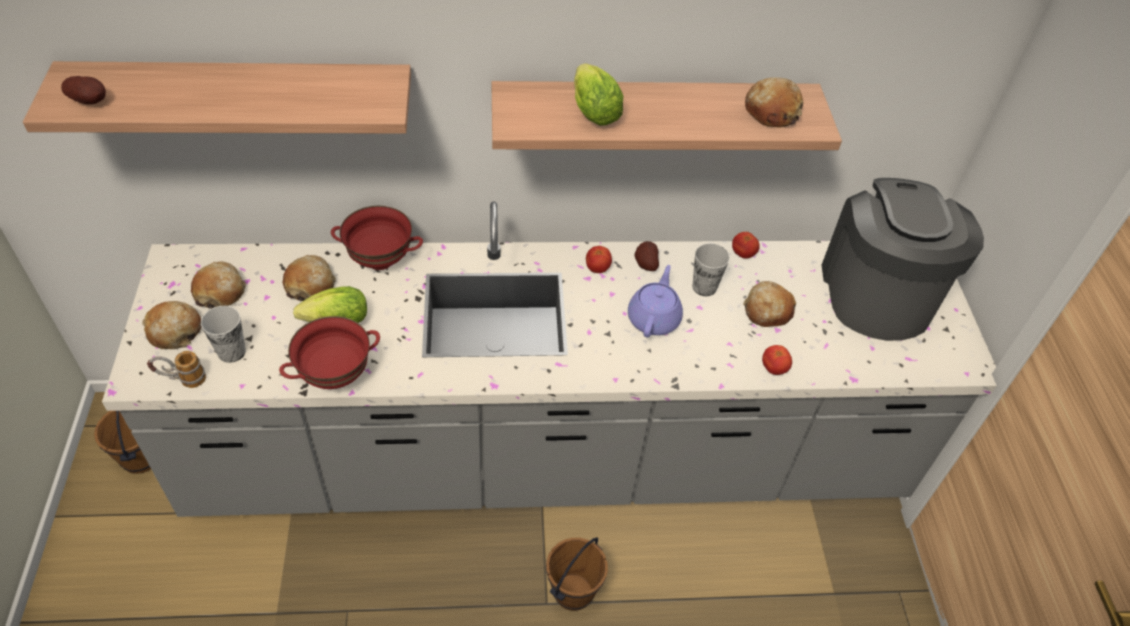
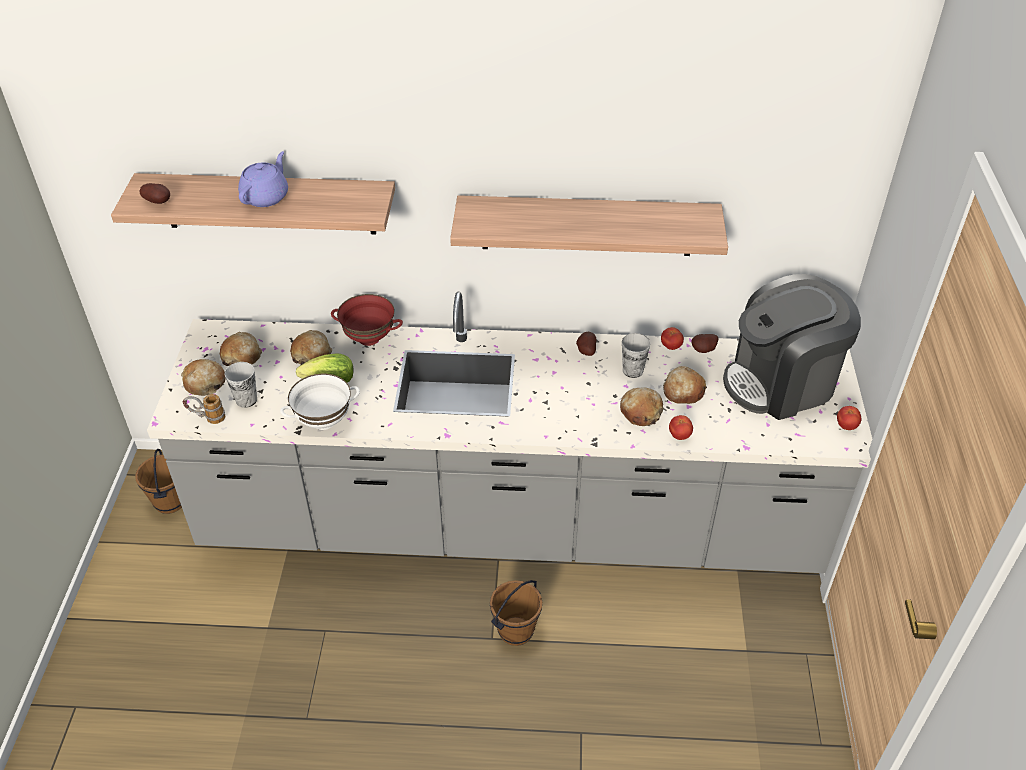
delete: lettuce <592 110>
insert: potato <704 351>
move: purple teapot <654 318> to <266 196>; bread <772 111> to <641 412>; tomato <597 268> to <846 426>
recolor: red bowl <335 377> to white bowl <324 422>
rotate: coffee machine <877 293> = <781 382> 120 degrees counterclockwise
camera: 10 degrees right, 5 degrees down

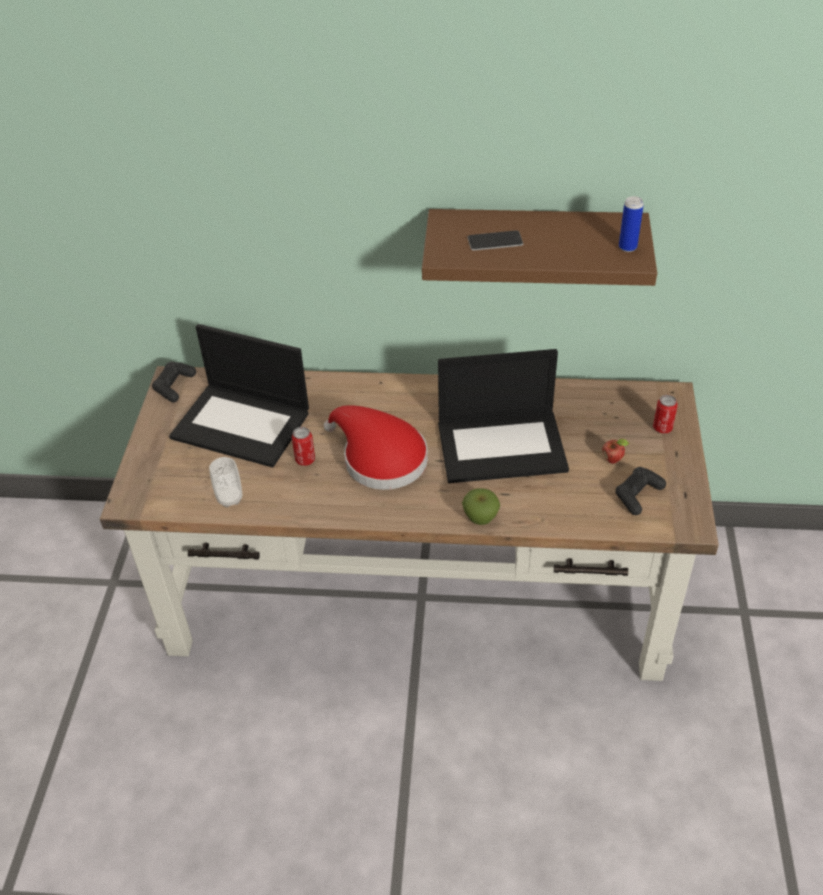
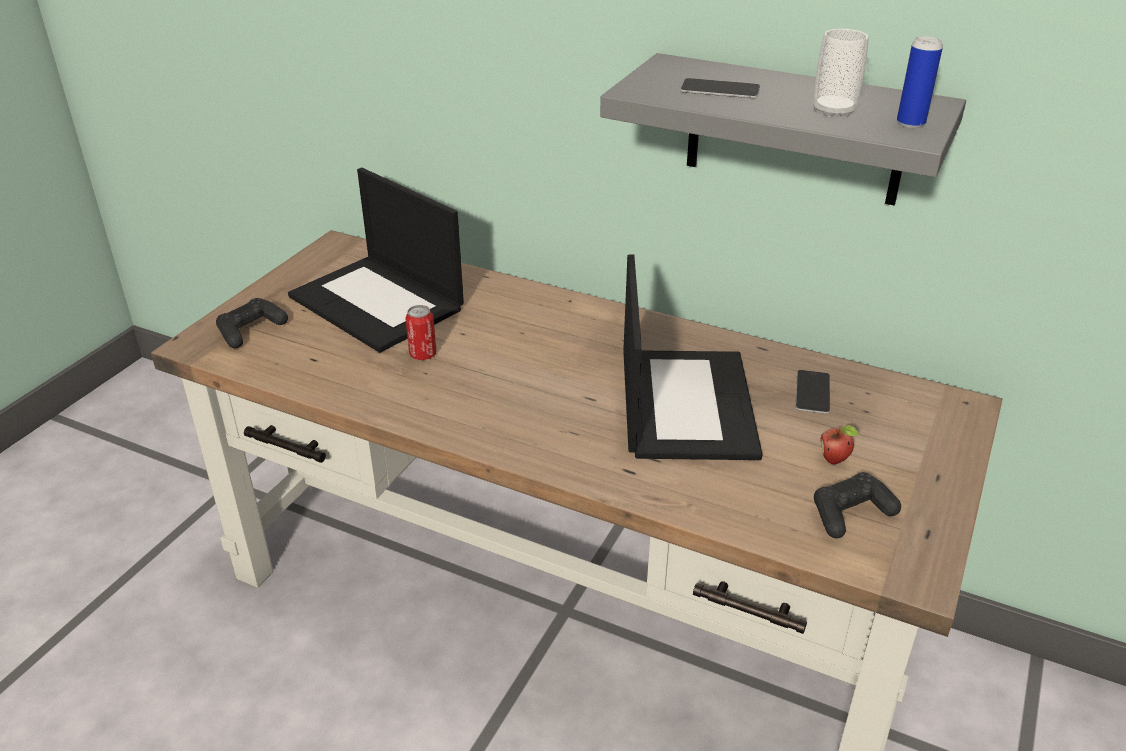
delete: red hat <379 458>; apple <480 518>; can <662 428>
insert: phone <812 392>
move: black game controller <174 386> to <251 330>; cup <230 498> to <833 111>
recolor: brown shelf <535 244> to grey shelf <795 130>
rotate: laptop <502 445> = <684 403> 105 degrees counterclockwise
camera: 20 degrees right, 10 degrees down

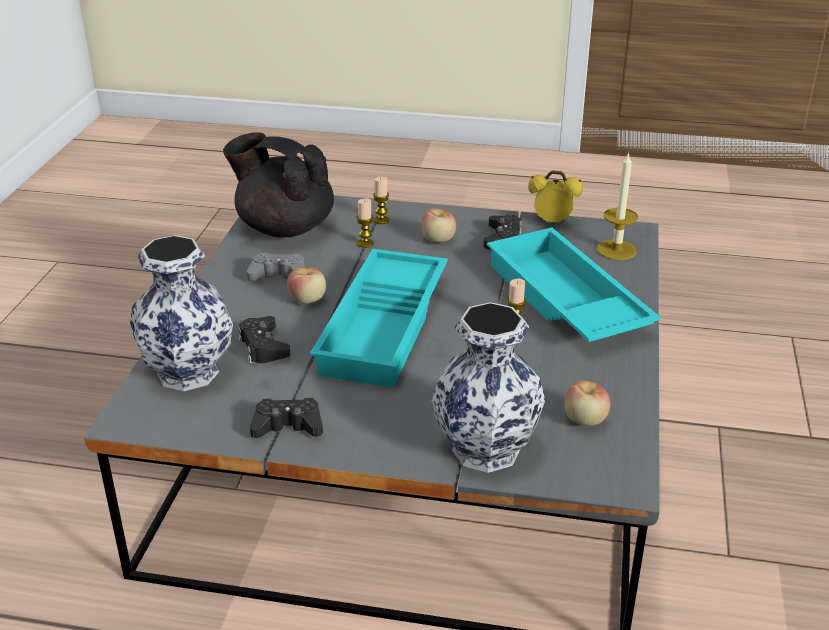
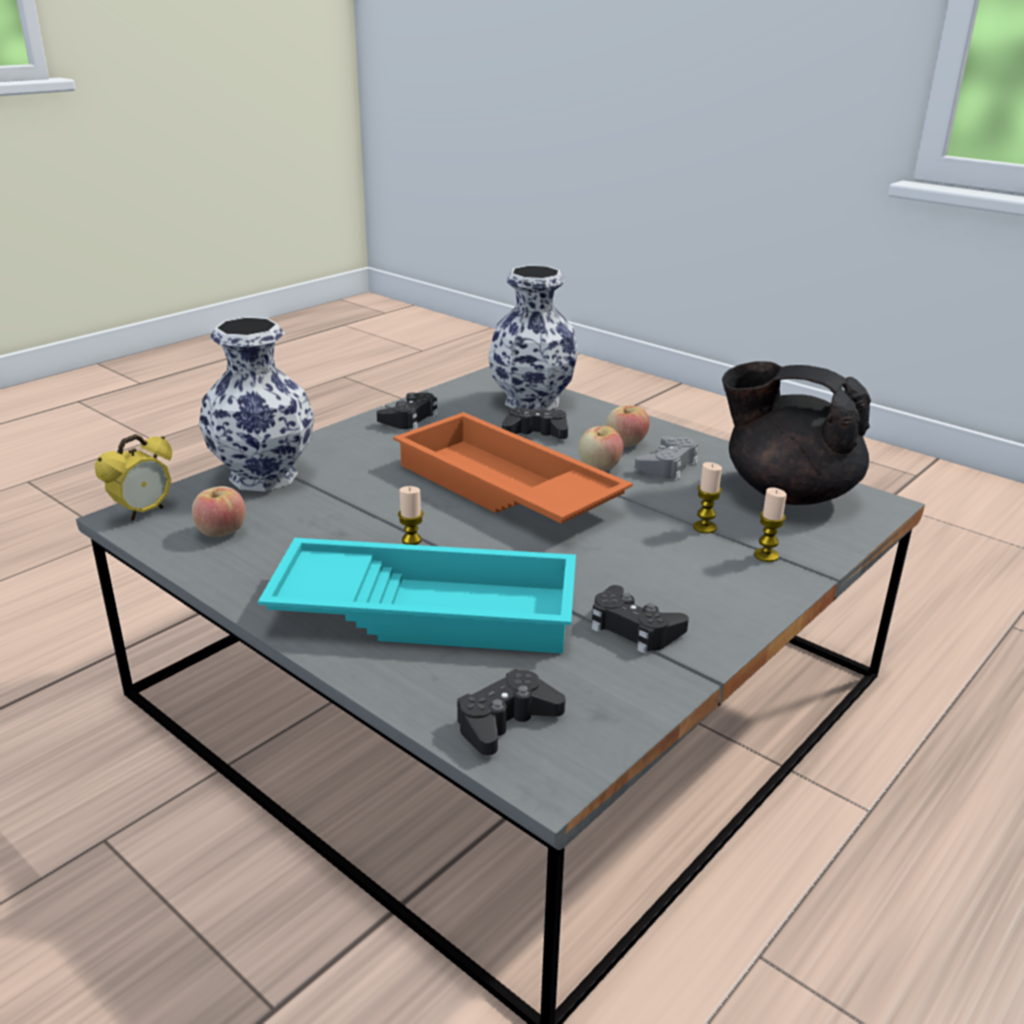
move: alarm clock <552 222> to <143 512>; apple <438 240> to <625 443>
replace: candle <616 250> to black game controller <506 722>
recolor: turquoise tray <386 327> to orange tray <502 489>
rotate: black teapot <284 227> = <787 492> 120 degrees counterclockwise
camera: 120 degrees right, 5 degrees down

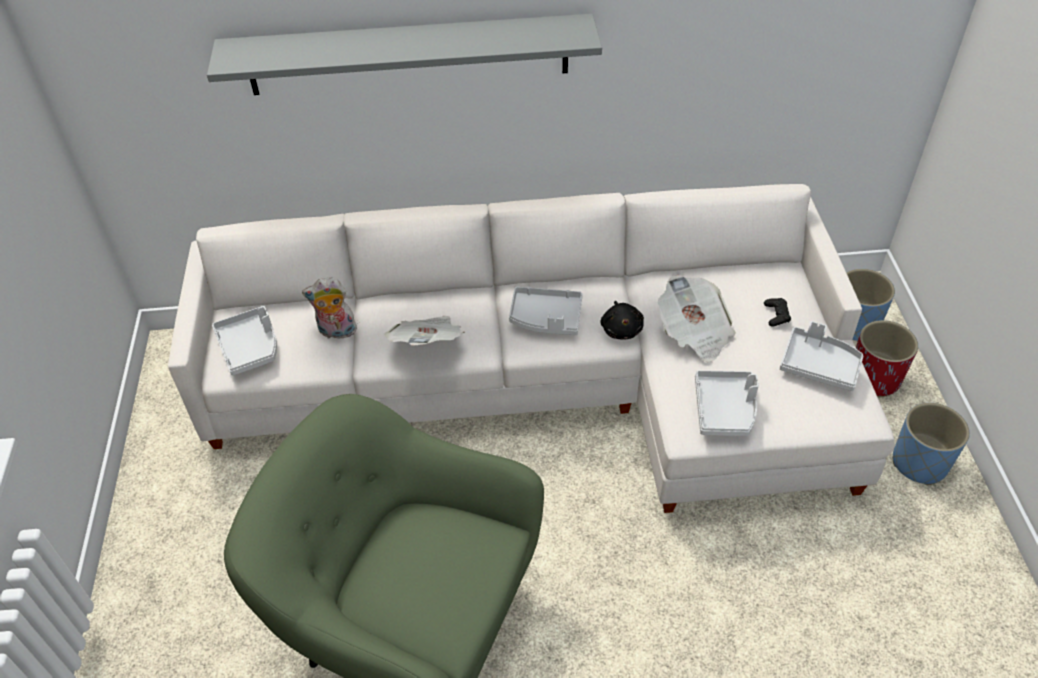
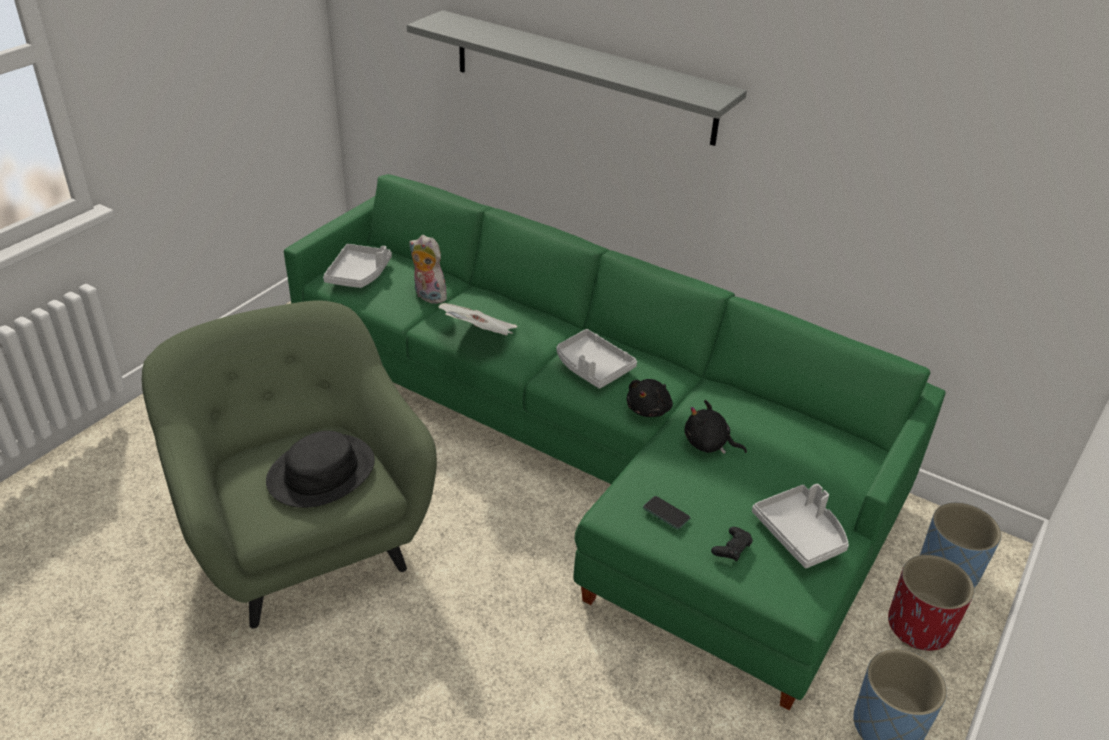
insert: black hat <321 472>
move: black game controller <776 315> to <732 548>
replace: grey tray <725 409> to phone <666 513>; newspaper <694 333> to black plush toy <708 444>
recolor: white sofa <554 380> to green sofa <600 451>
camera: 35 degrees right, 10 degrees down

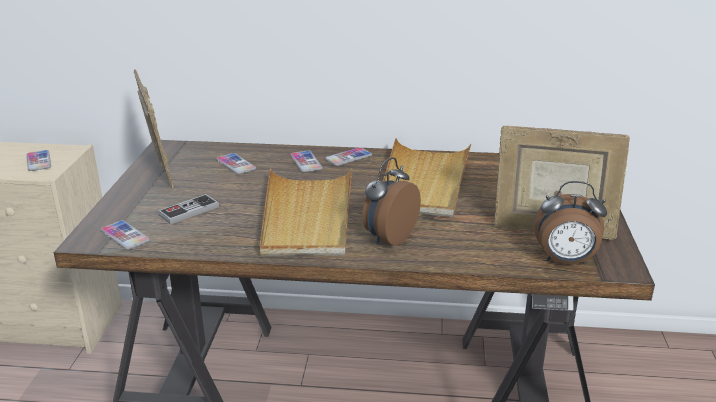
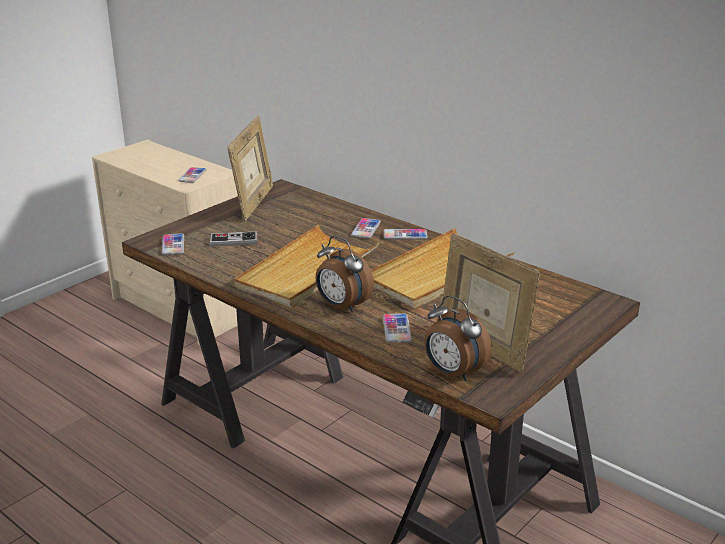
move: phone <236 164> to <396 329>
rotate: alarm clock <388 238> = <342 306> 120 degrees counterclockwise
camera: 35 degrees right, 0 degrees up

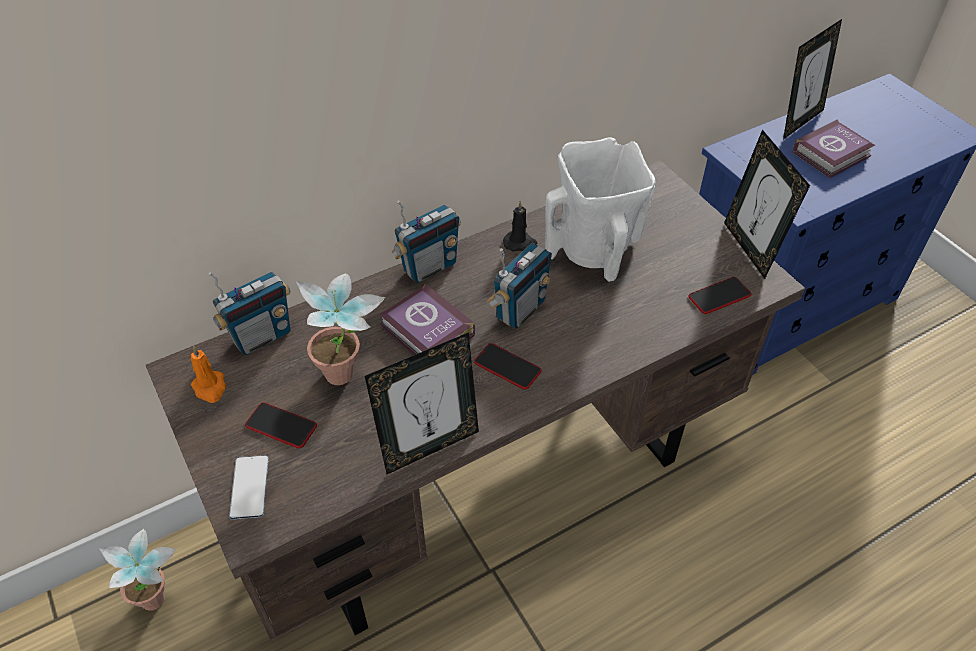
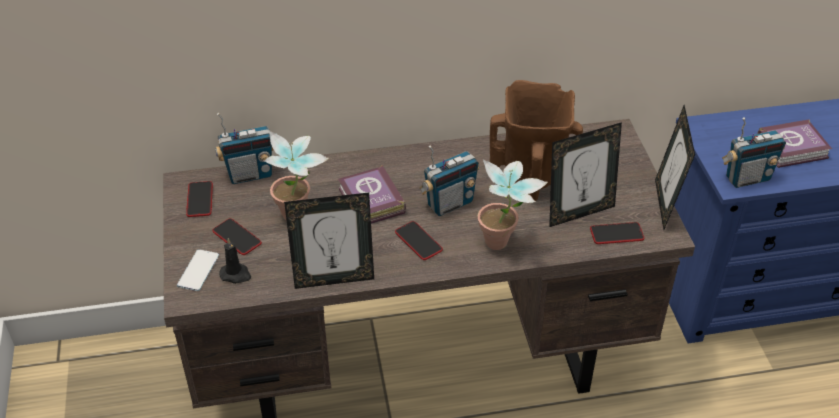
move: black candle <520 243> to <236 274>; potted plant <161 602> to <503 246>; picture frame <798 122> to <579 212>; radio <429 267> to <747 178>
replace: orange candle <210 388> to phone <200 200>
recolor: white vase <593 252> to brown vase <531 176>
camera: 20 degrees right, 5 degrees down

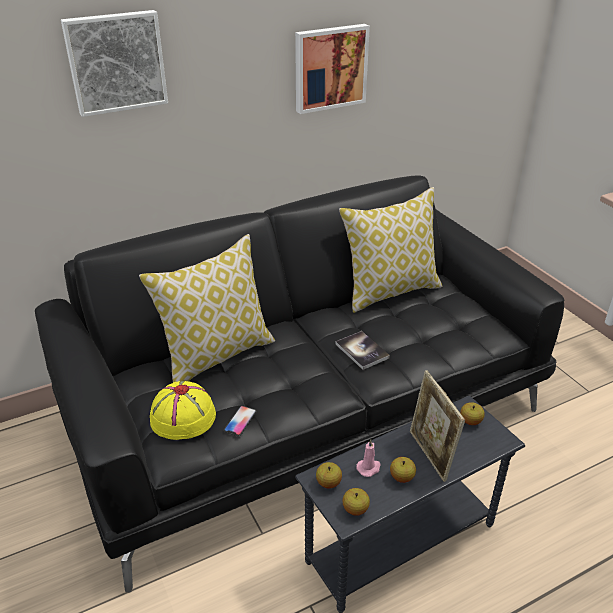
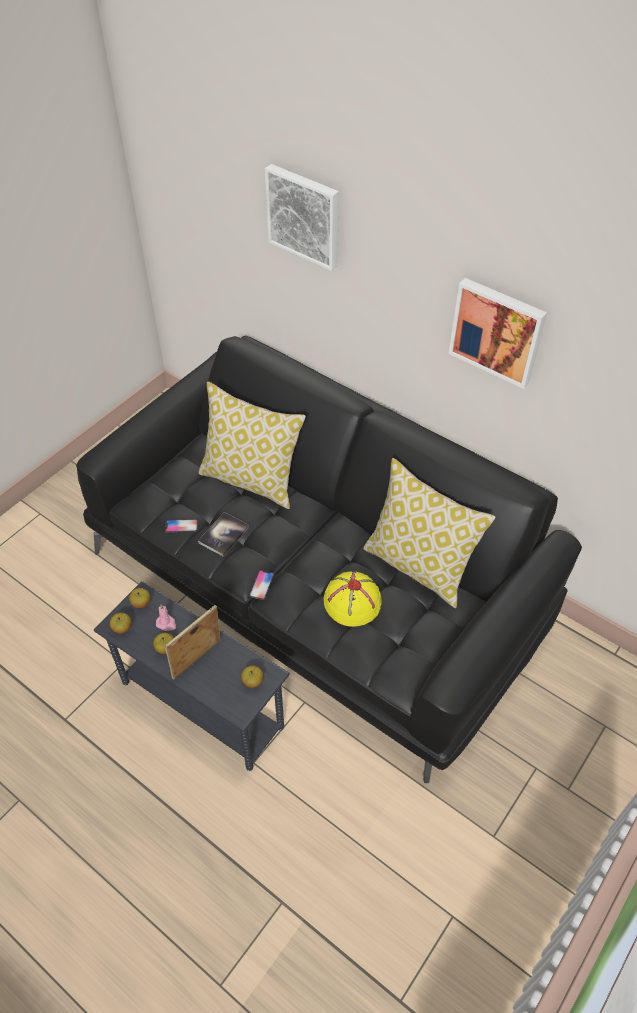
insert: phone <261 585>
move: book <362 351> to <223 535>; yellow hat <182 417> to <351 601>
camera: 65 degrees right, 15 degrees up

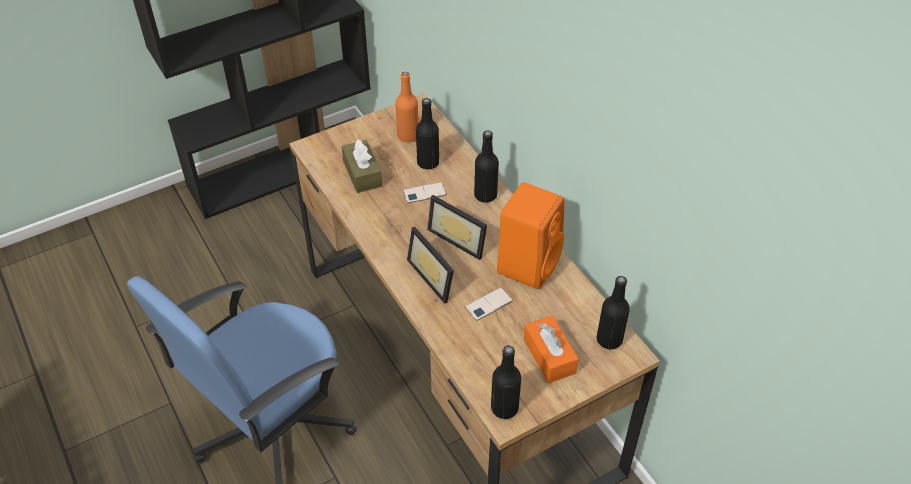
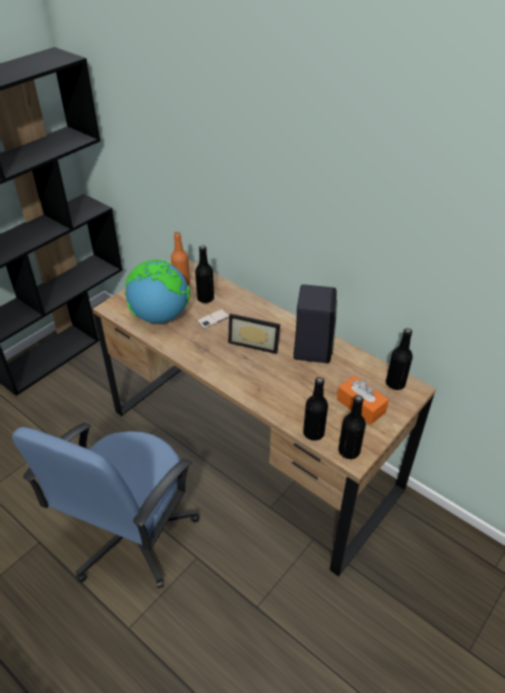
delete: picture frame <436 276>; phone <489 304>
move: black bottle <485 195> to <313 433>
replace: brown tissue box <362 174> to globe <160 316>
recolor: orange speaker <529 263> to black speaker <312 347>
camera: 20 degrees left, 5 degrees down

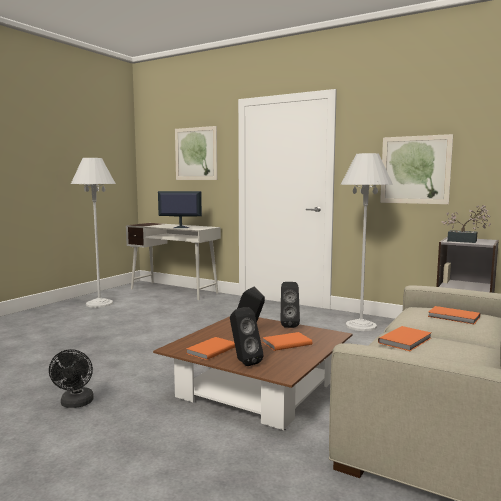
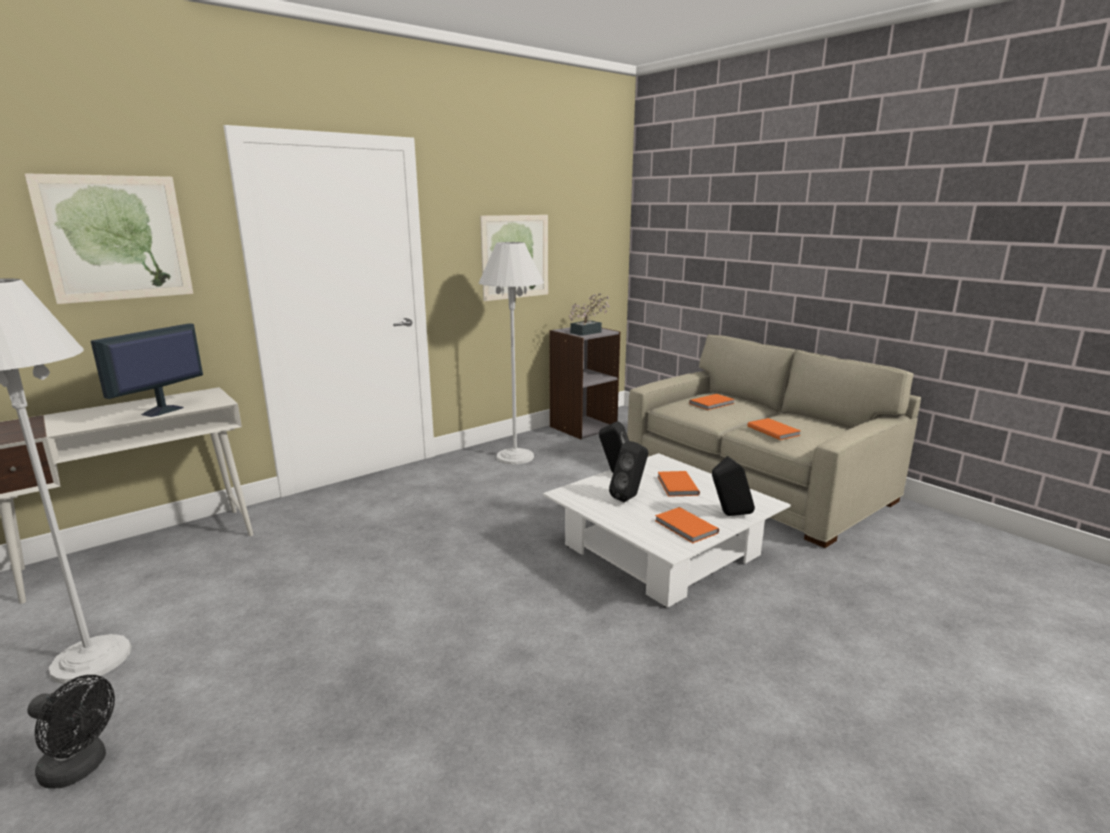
move: black fan <76 404> to <81 768>
recolor: brown coffee table <258 389> to white coffee table <662 550>
camera: 70 degrees left, 10 degrees up

